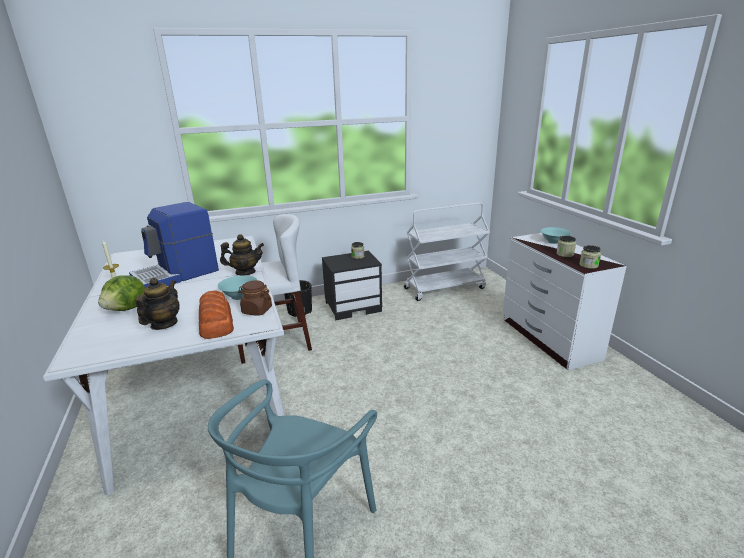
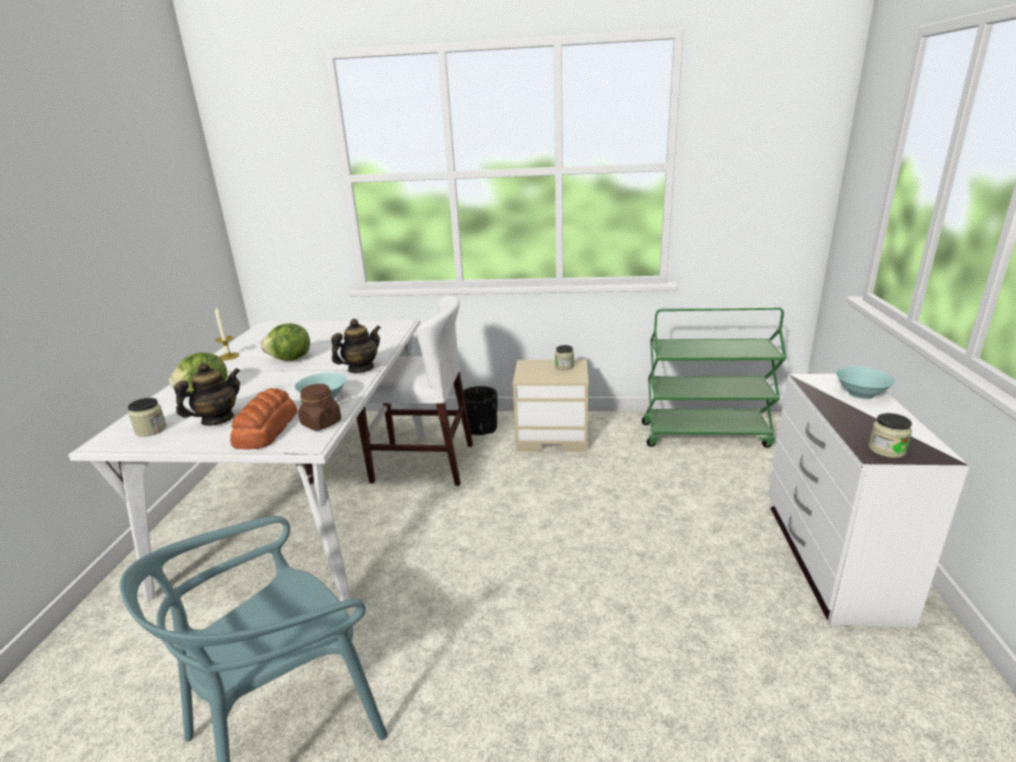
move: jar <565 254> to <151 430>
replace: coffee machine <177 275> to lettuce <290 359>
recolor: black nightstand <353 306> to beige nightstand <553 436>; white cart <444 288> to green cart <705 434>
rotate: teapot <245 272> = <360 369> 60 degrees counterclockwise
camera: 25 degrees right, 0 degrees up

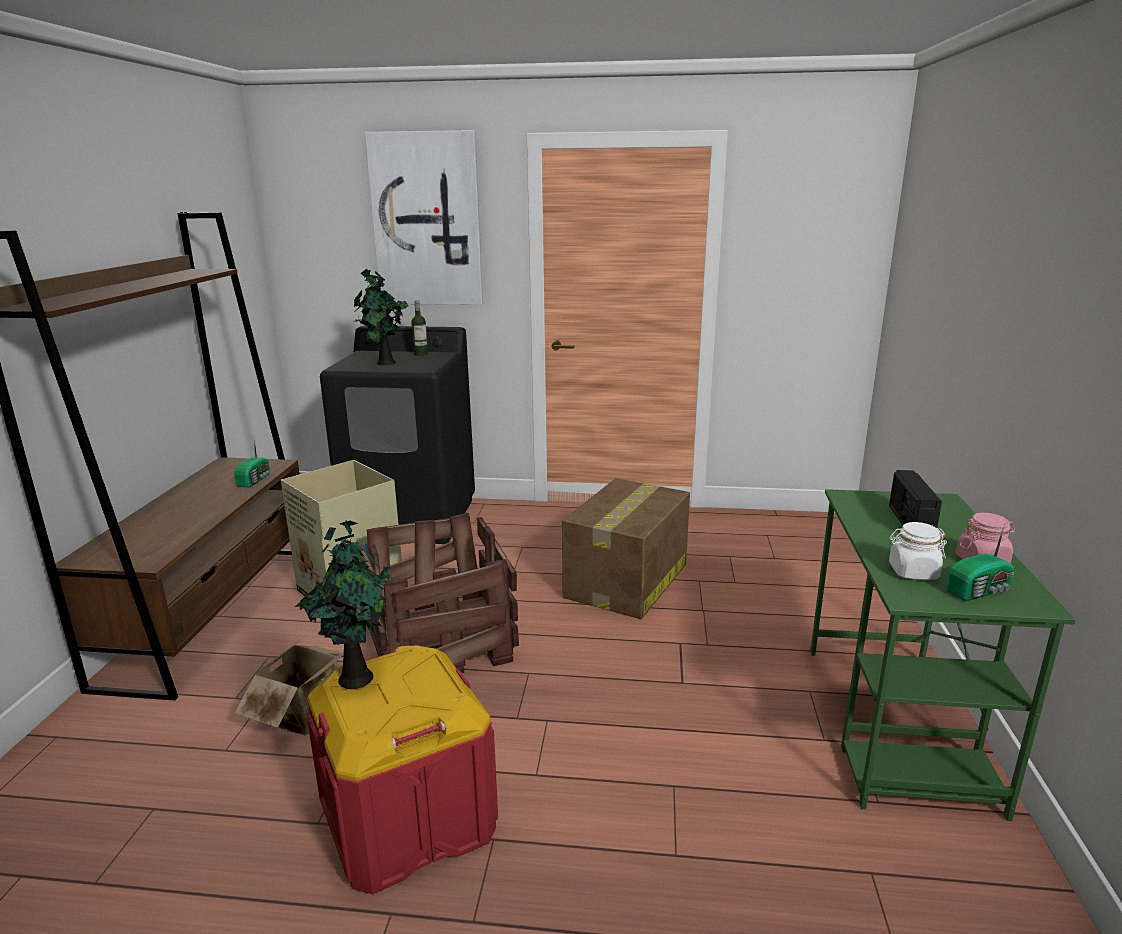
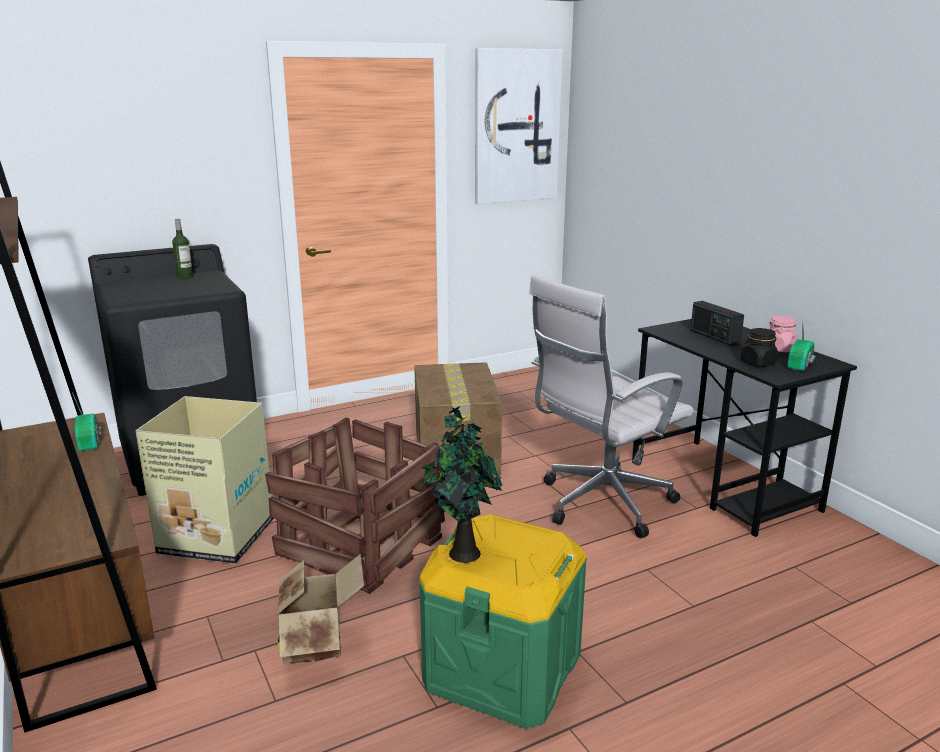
delete: potted plant <385 363>
insert: white office chair <600 504>
move: picture <427 220> to <516 126>
recolor: red storage box <408 818> to green storage box <502 669>; green desk <896 725> to black desk <723 485>; white jar <912 572> to black jar <757 363>
camera: 35 degrees left, 0 degrees up

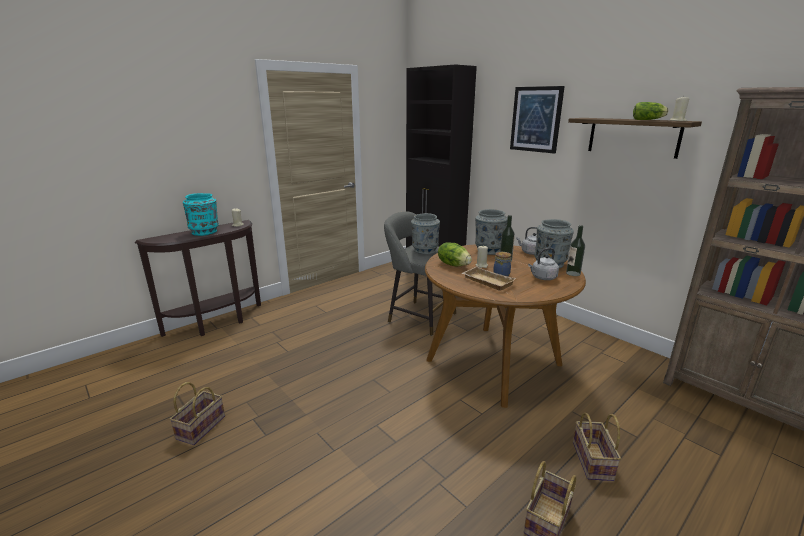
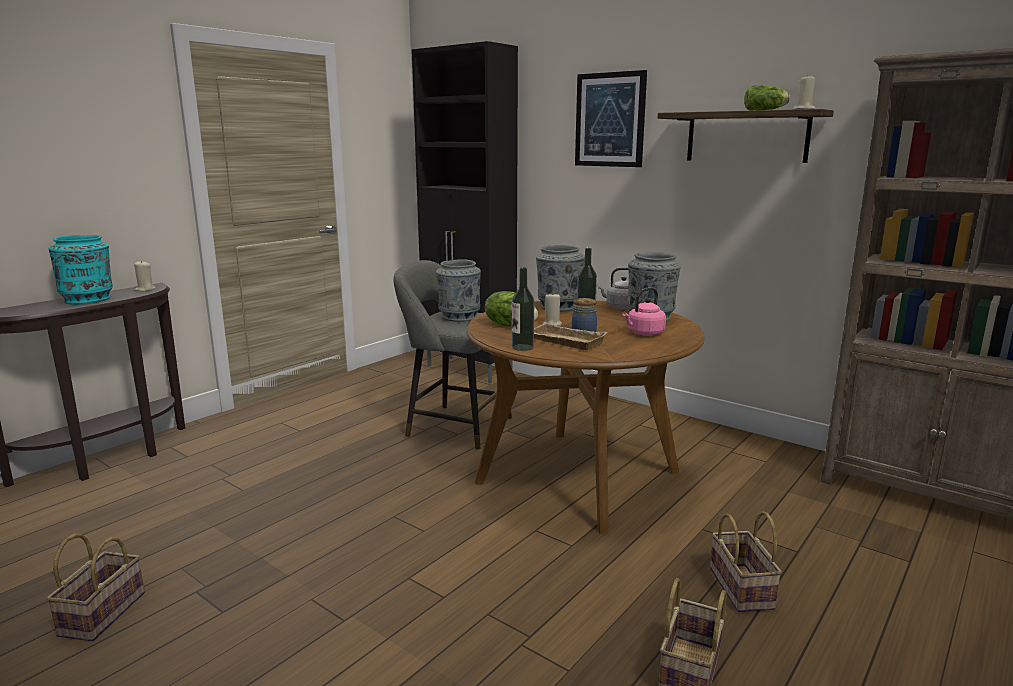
move: bottle <573 273> to <522 347>
recolor: grey kettle <542 278> to pink kettle <644 333>
camera: 10 degrees left, 5 degrees down

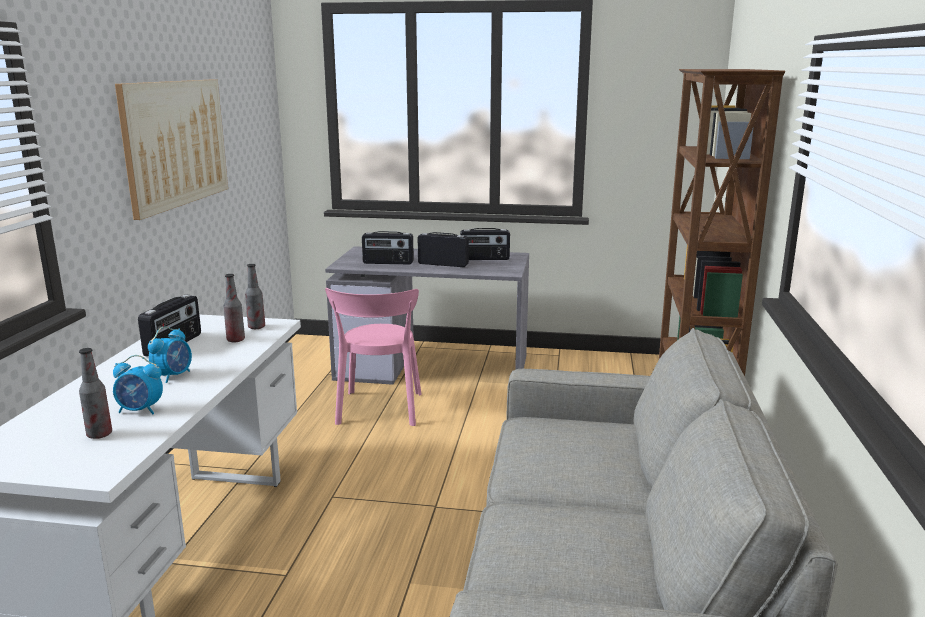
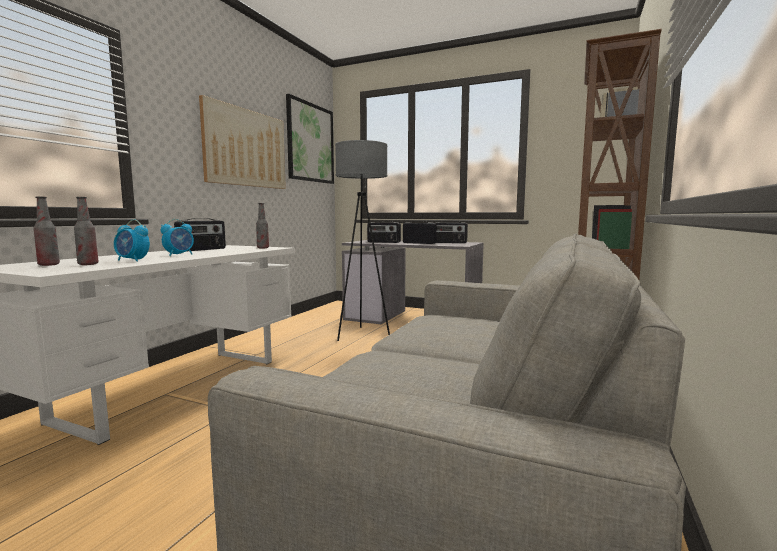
insert: picture <310 143>
move: bottle <236 340> to <49 265>
replace: pink chair <379 411> to grey floor lamp <363 335>
camera: 15 degrees right, 10 degrees down

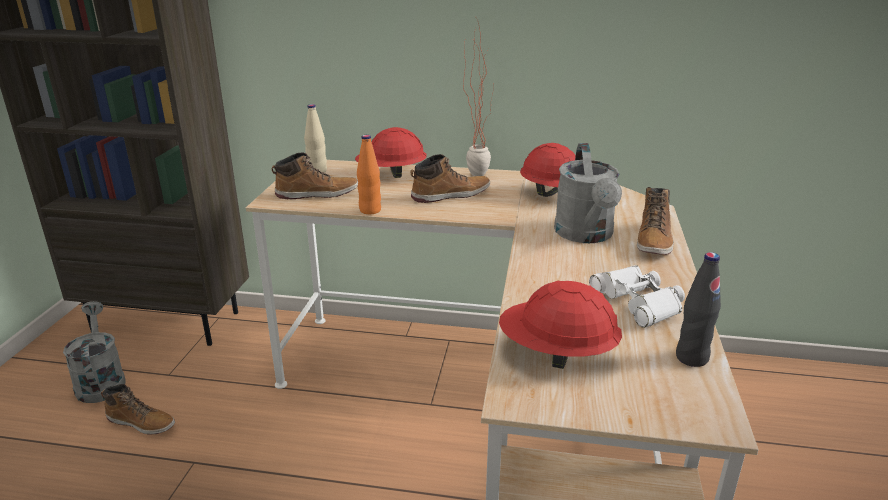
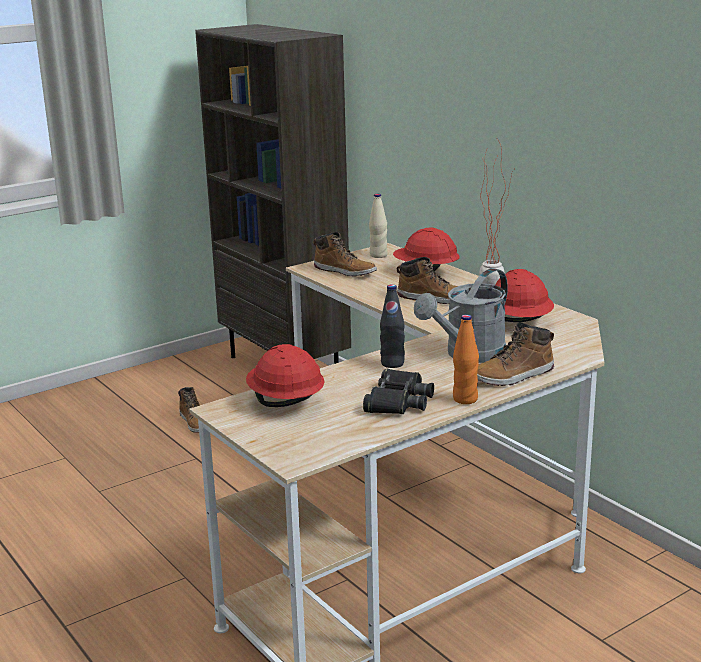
delete: grey watering can <100 381>
move: black bottle <691 358> to <392 363>; orange bottle <370 210> to <465 399>
recolor: white binoculars <637 302> to black binoculars <398 401>
camera: 45 degrees right, 5 degrees down

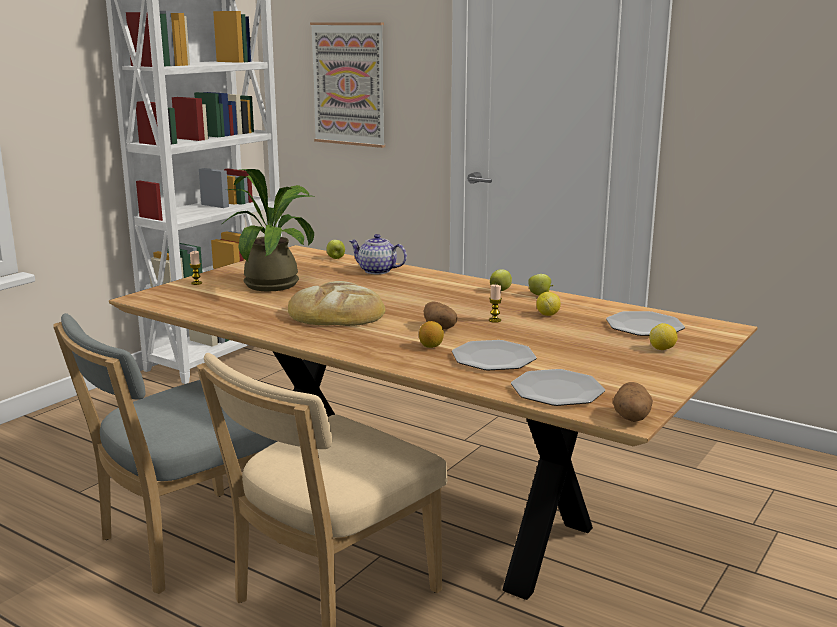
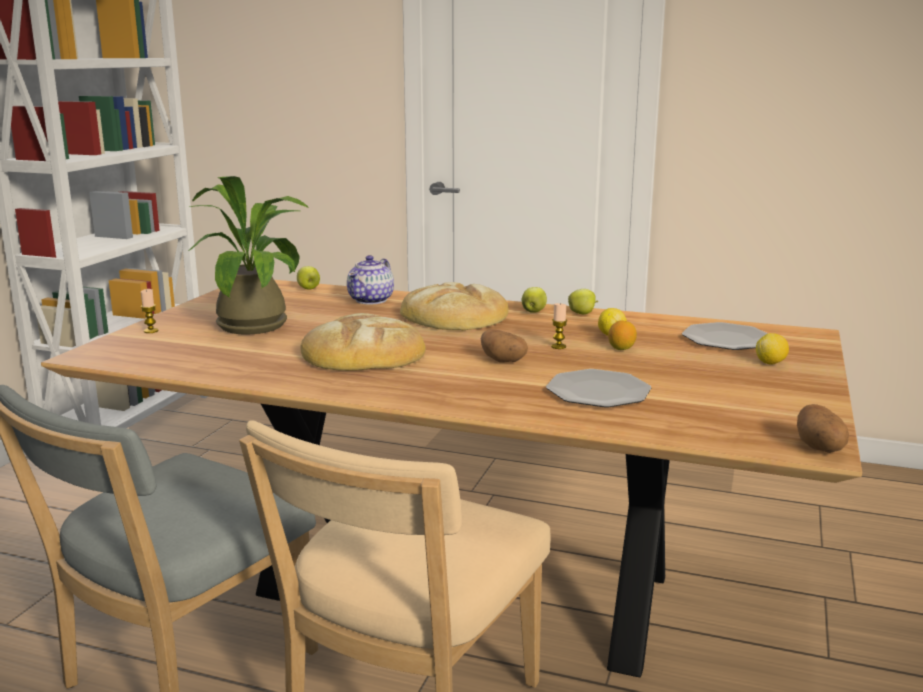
delete: picture <349 84>; plate <557 390>
insert: bread <455 316>
move: lemon <431 346> to <621 348>
rotate: teapot <377 271> = <371 300> 75 degrees counterclockwise
camera: 15 degrees left, 0 degrees up

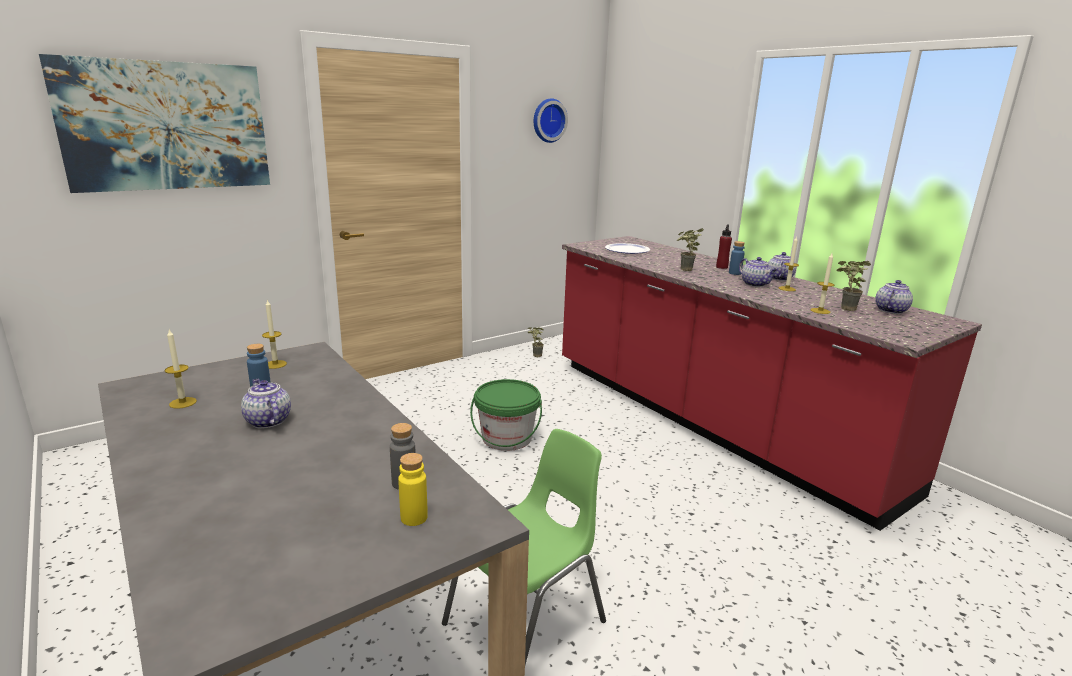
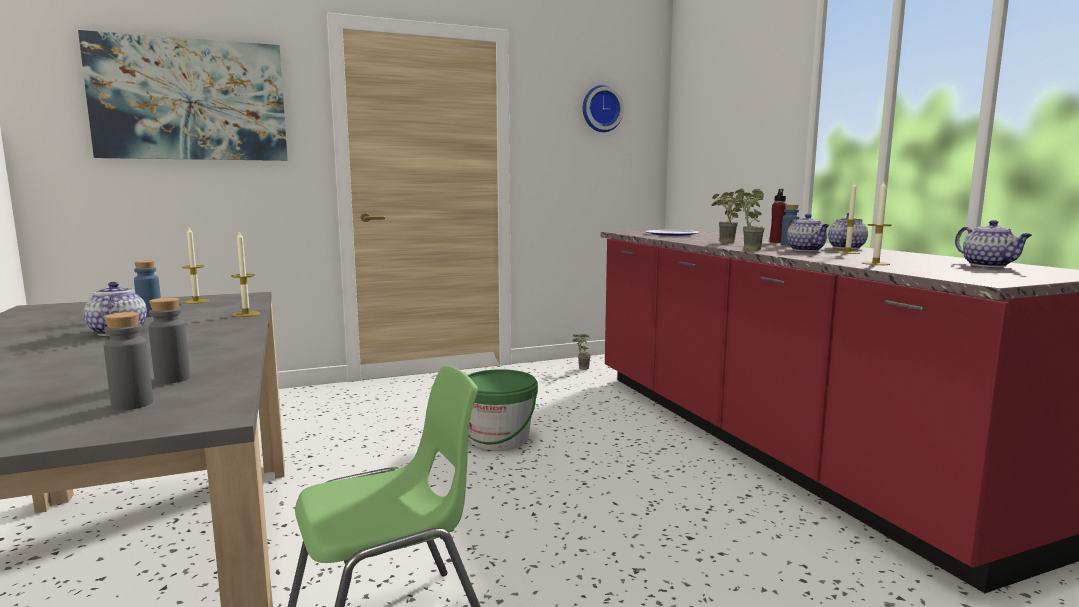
move: candle <183 403> to <246 314>; potted plant <844 309> to <746 250>
recolor: yellow bottle <414 518> to grey bottle <132 404>
rotate: teapot <890 310> = <989 265> 105 degrees clockwise
camera: 15 degrees right, 10 degrees down

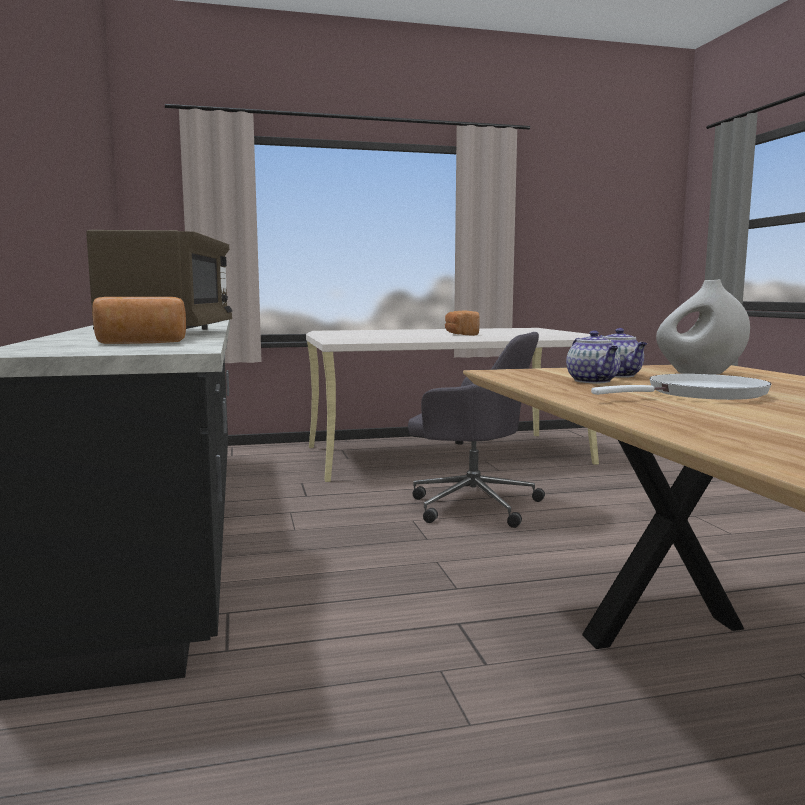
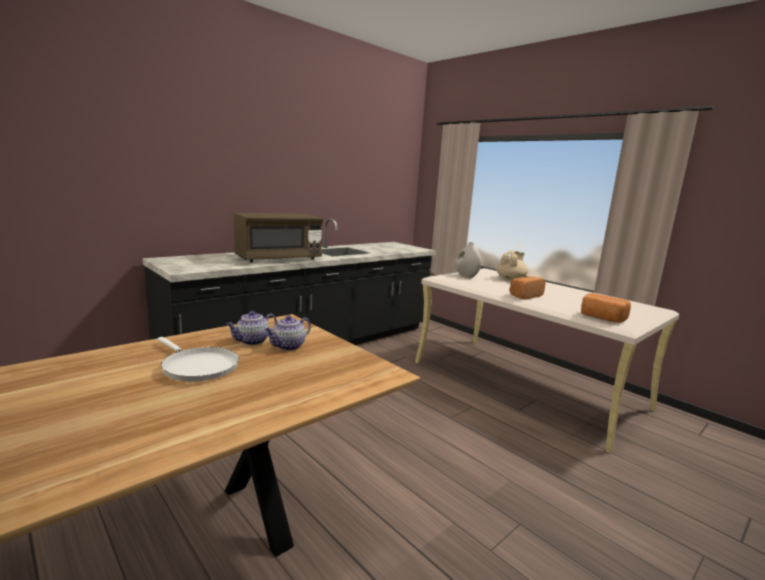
delete: grey office chair <471 504>
insert: beige teapot <511 279>
move: white vase <700 373> to <466 276>; bread <141 343> to <601 318>
camera: 60 degrees right, 5 degrees up

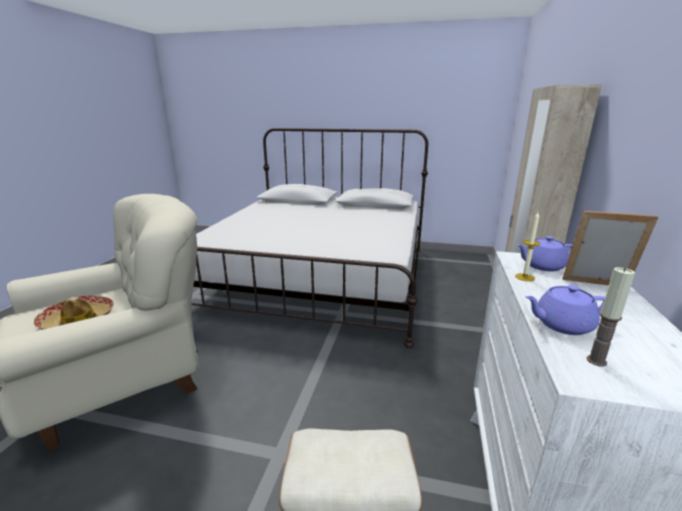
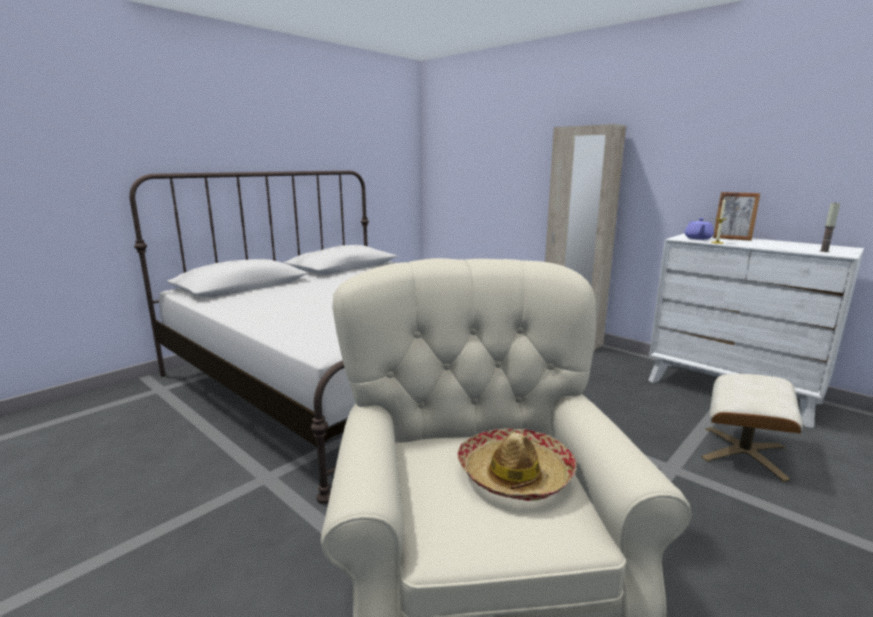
delete: purple teapot <561 325>
rotate: picture frame <596 286> = <732 238> 105 degrees counterclockwise
camera: 60 degrees left, 5 degrees down

